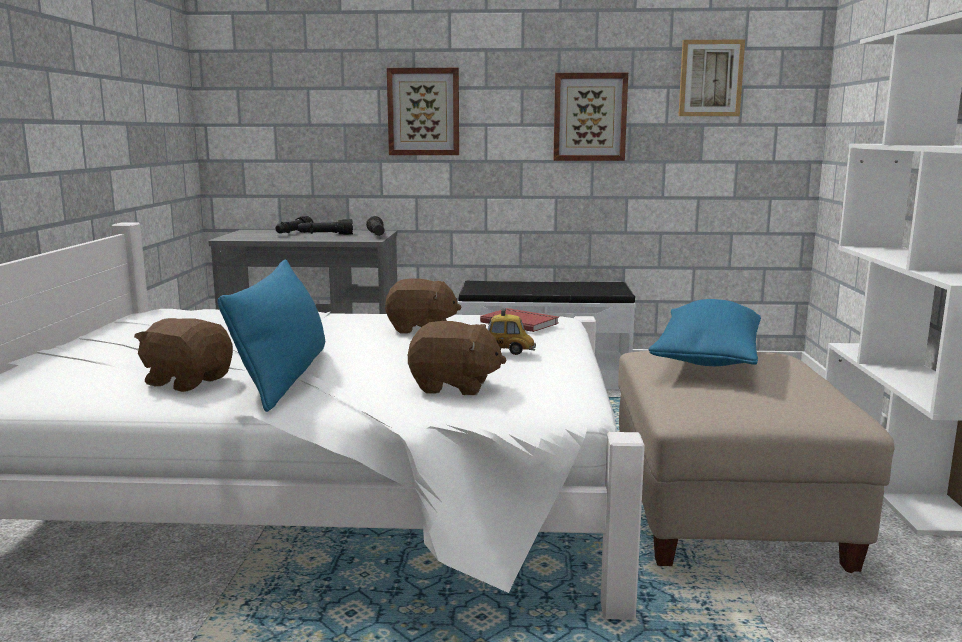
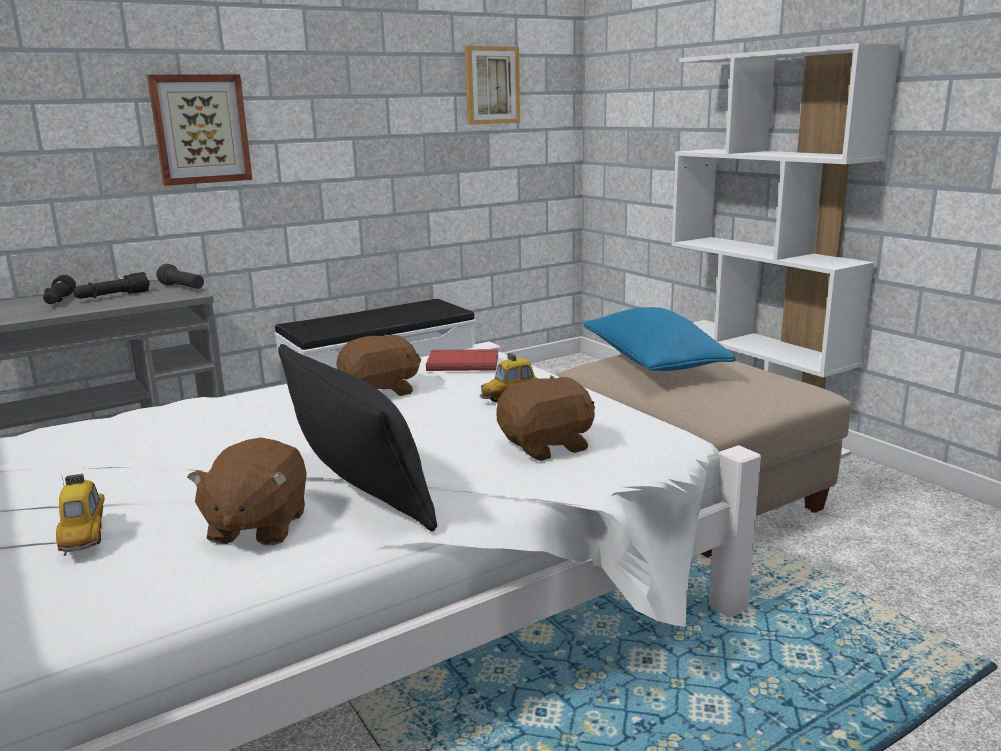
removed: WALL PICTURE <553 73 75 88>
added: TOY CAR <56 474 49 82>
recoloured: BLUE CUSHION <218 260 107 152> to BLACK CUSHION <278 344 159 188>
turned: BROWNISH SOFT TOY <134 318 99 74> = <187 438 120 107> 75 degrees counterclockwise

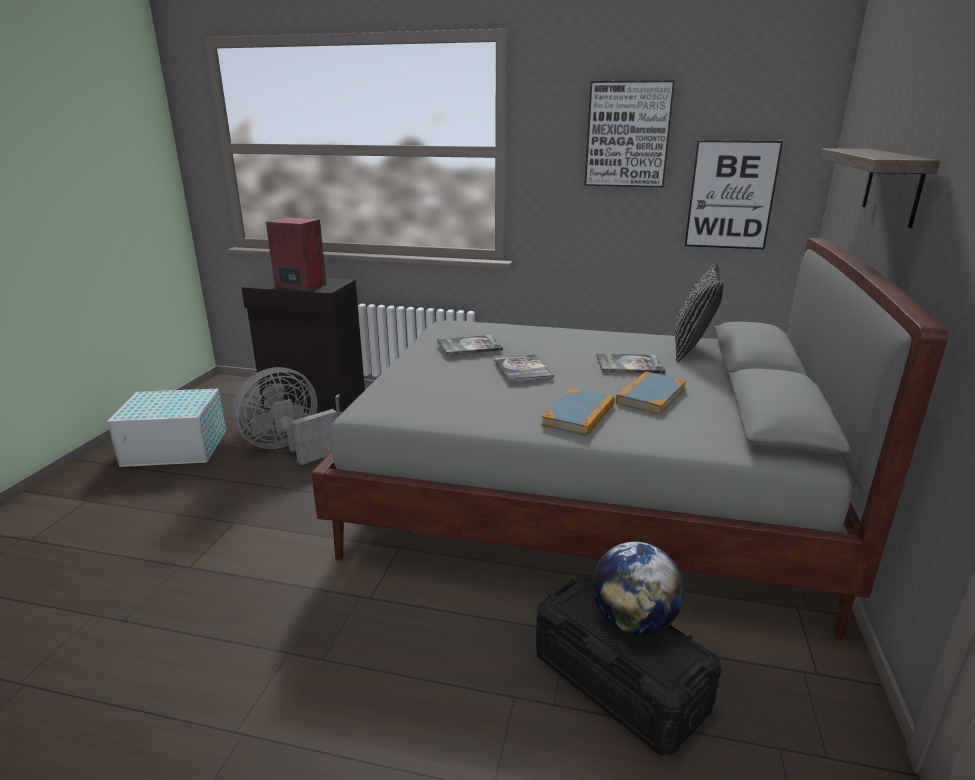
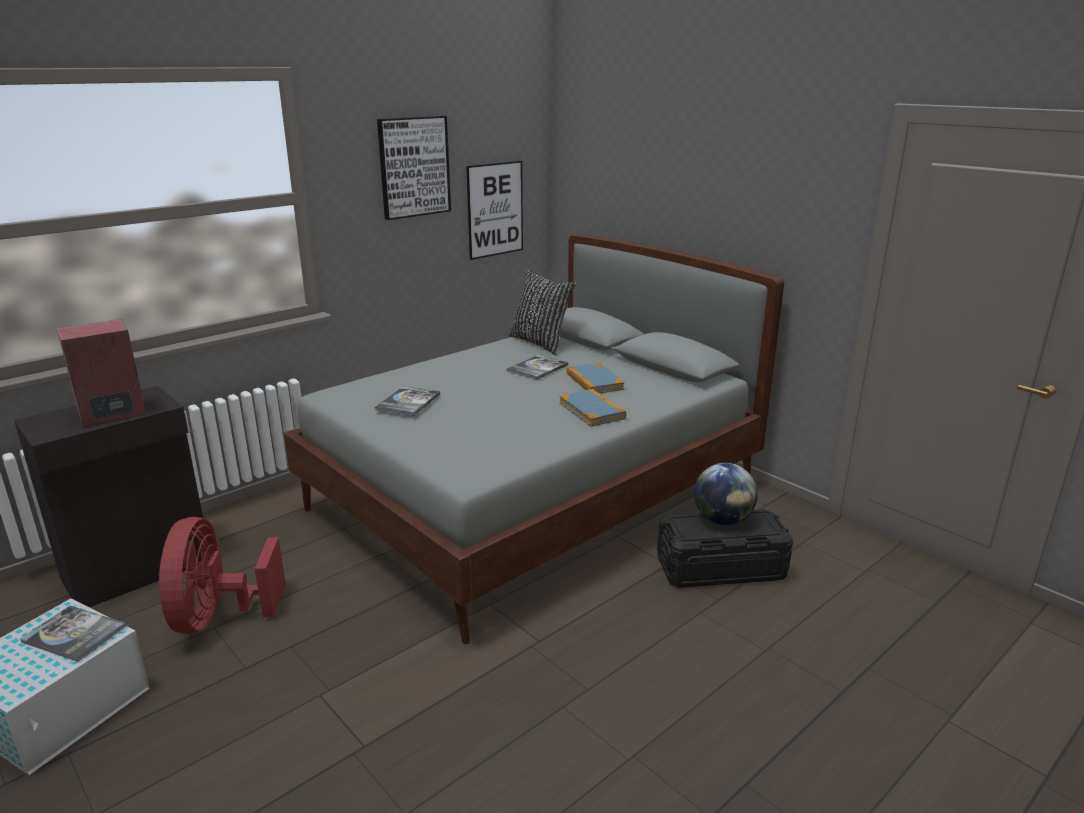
removed: WALL SHELF <820 148 120 80>
moved: BOUND BOOK <494 355 60 27> to <20 606 106 56>
recoloured: GRAY COOLING FAN <232 367 105 98> to RED COOLING FAN <158 517 128 117>

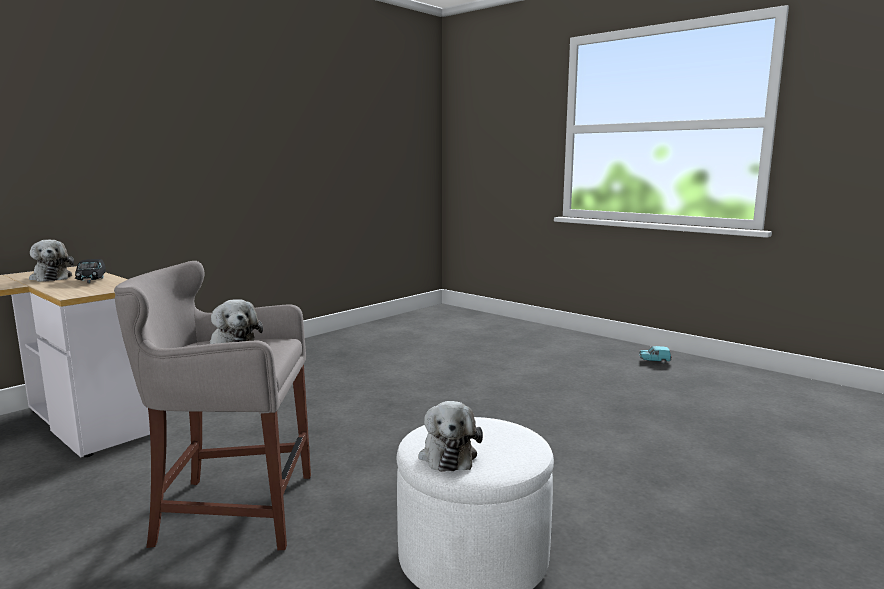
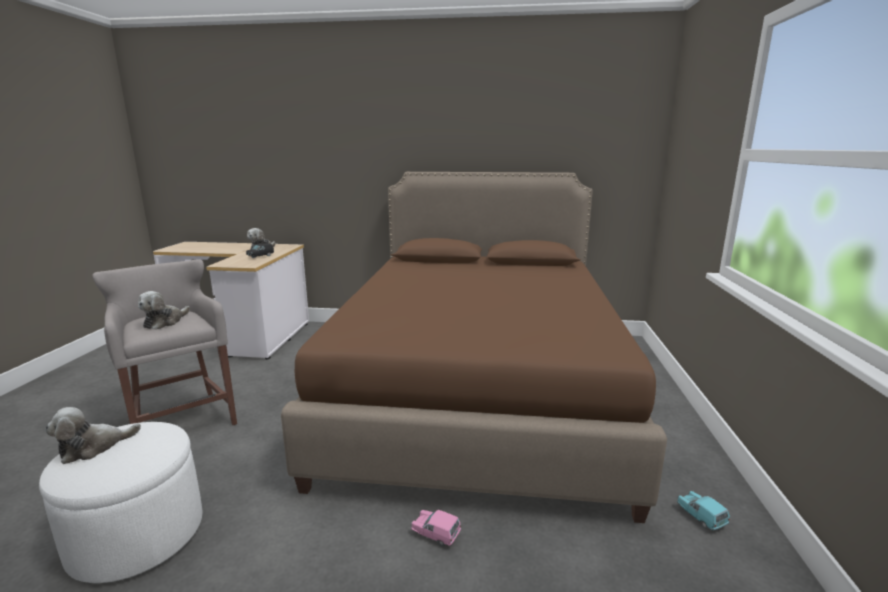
added: BROWNISH SLEEPING BED <281 172 386 351>; PINK TOY CAR <411 510 50 36>

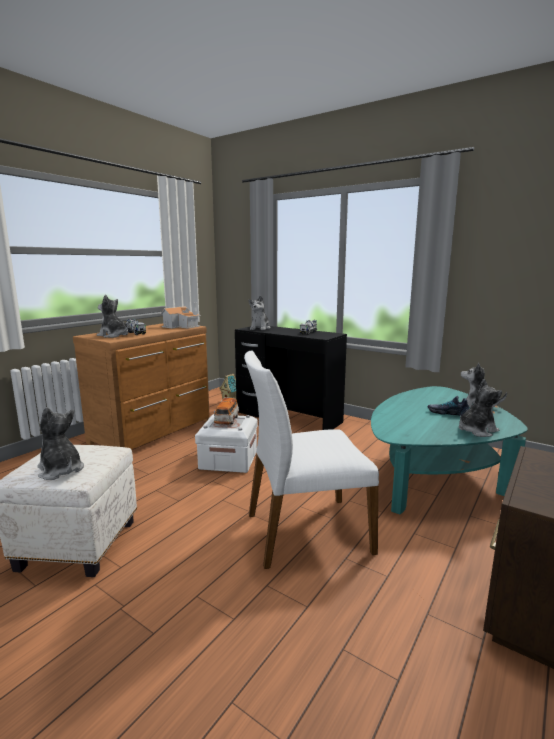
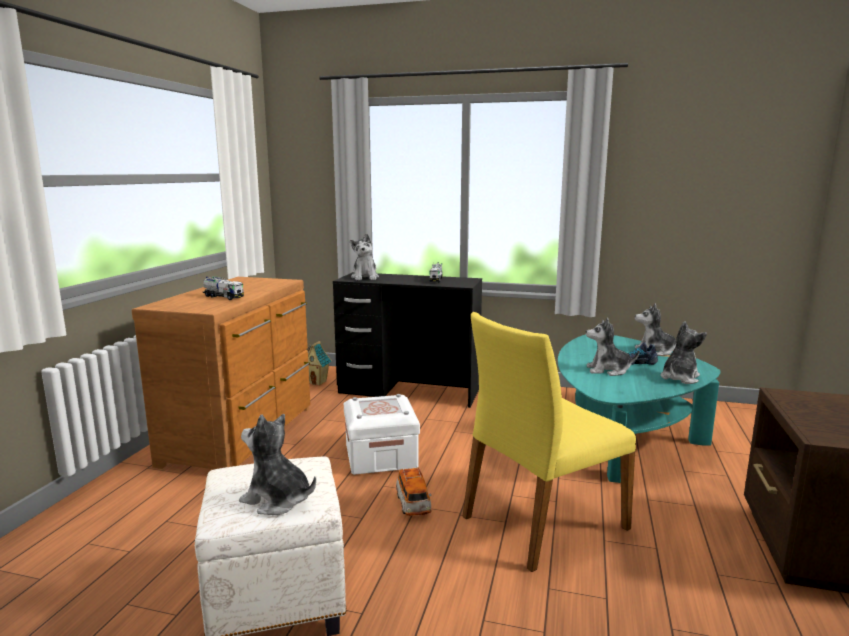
removed: TOY HOUSE <159 303 42 26>
moved: SOFT TOY <97 295 32 43> to <586 318 54 58>; TOY CAR <214 397 25 28> to <396 467 36 49>
recoloured: WHITISH PLAIN CHAIR <244 351 135 218> to YELLOWISH PLAIN CHAIR <462 312 174 260>

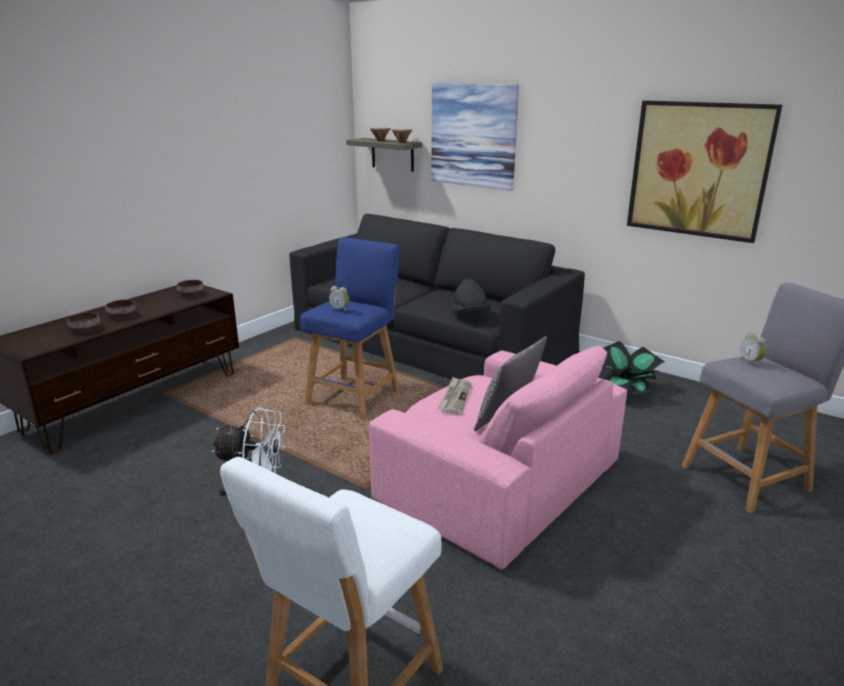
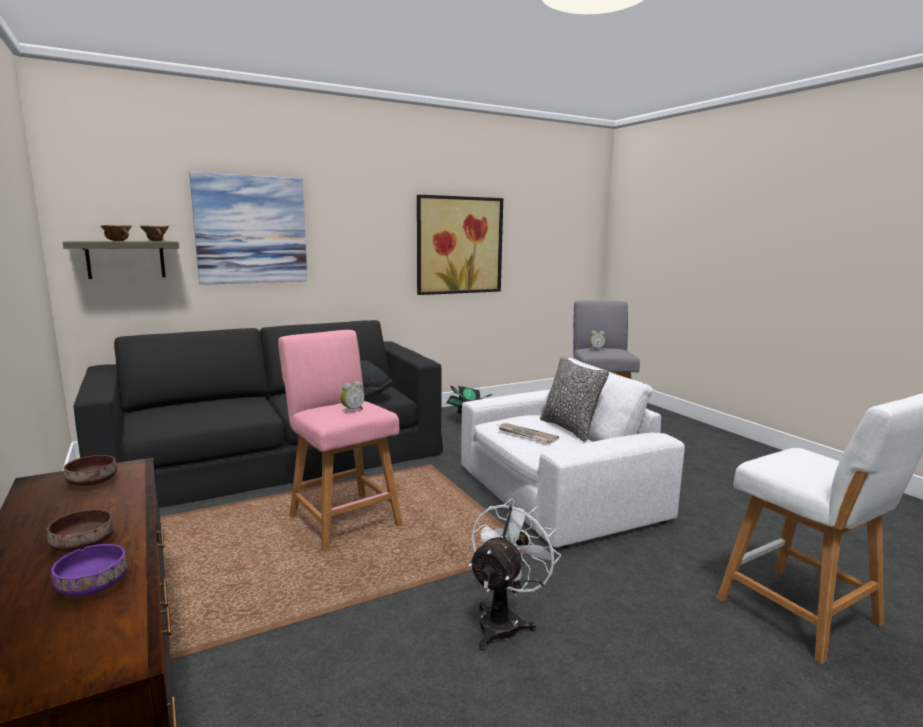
recoloured: BROWNISH BOWL <67 312 33 20> to PURPLISH BOWL <51 544 76 53>; BLUE SITTING STOOL <300 238 100 182> to PINK SITTING STOOL <278 330 125 222>; PINK EASY CHAIR <369 346 258 223> to WHITISH EASY CHAIR <461 358 224 190>

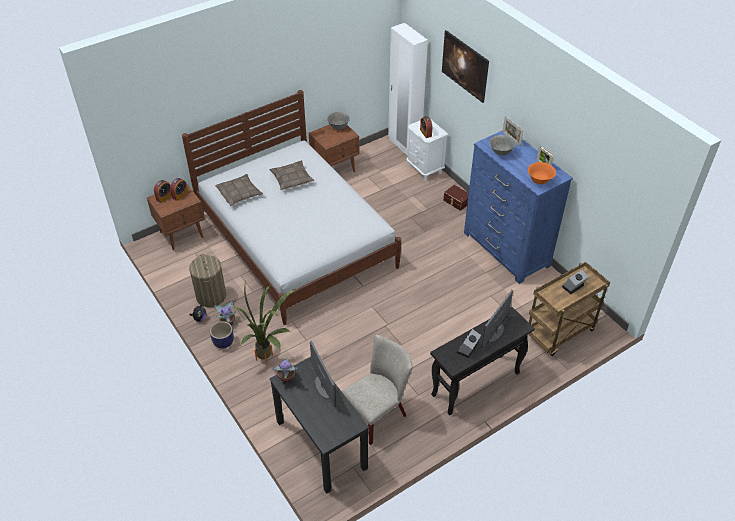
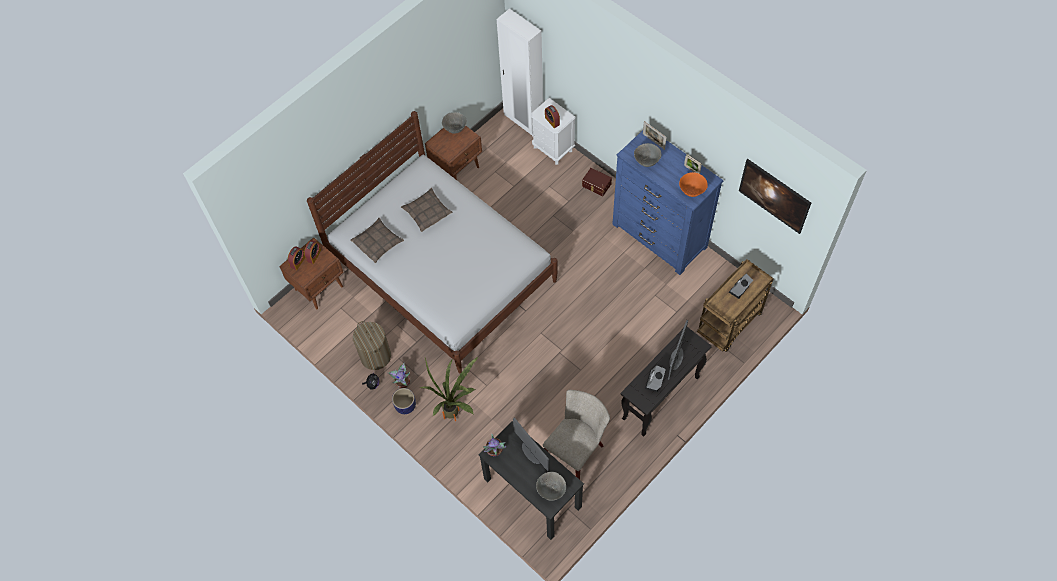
added: GRAY BOWL <536 472 30 28>
moved: WALL PICTURE <442 30 47 73> to <739 159 72 75>

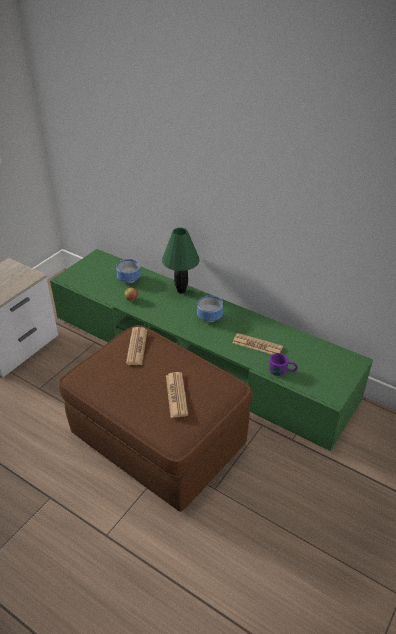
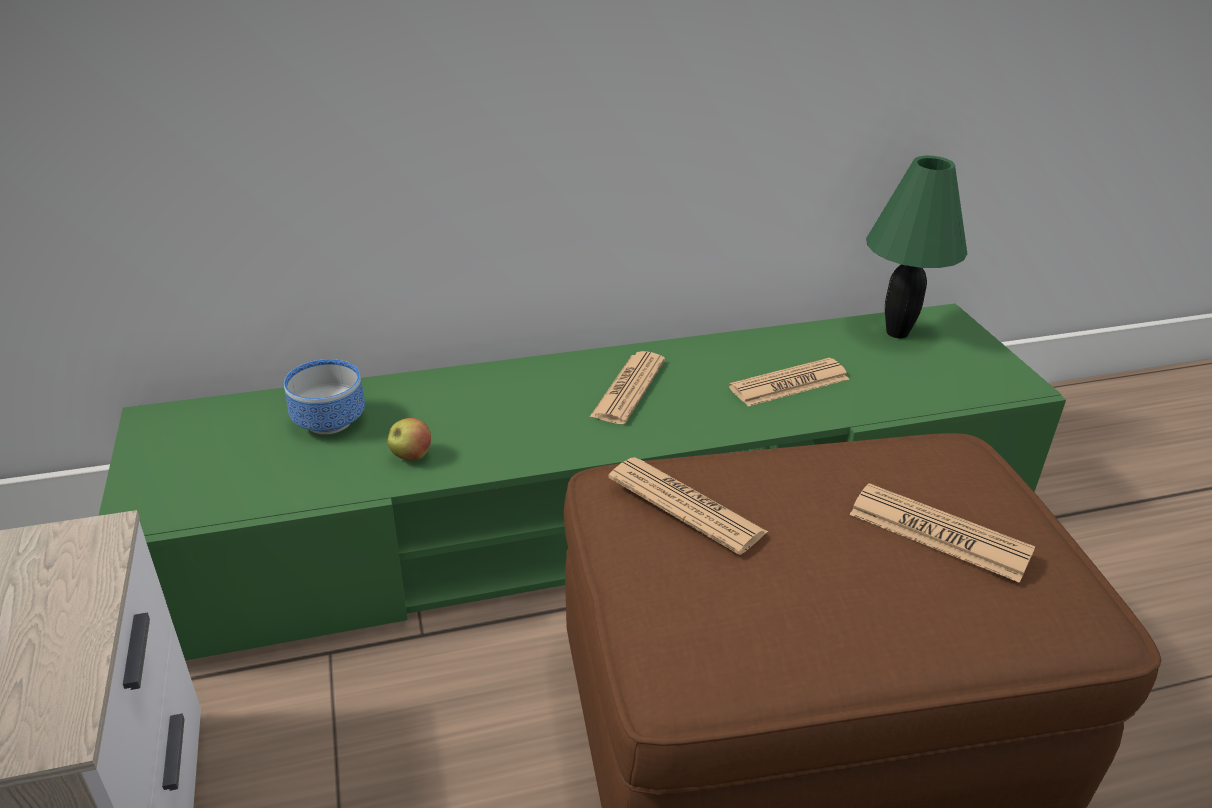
removed: PURPLISH MUG <269 353 29 23>
moved: GREEN-COLOURED LAMP FOR A TABLE <162 228 37 66> to <866 156 101 182>
replaced: BOWL <197 295 26 27> to DAILY PAPER <590 351 75 73>

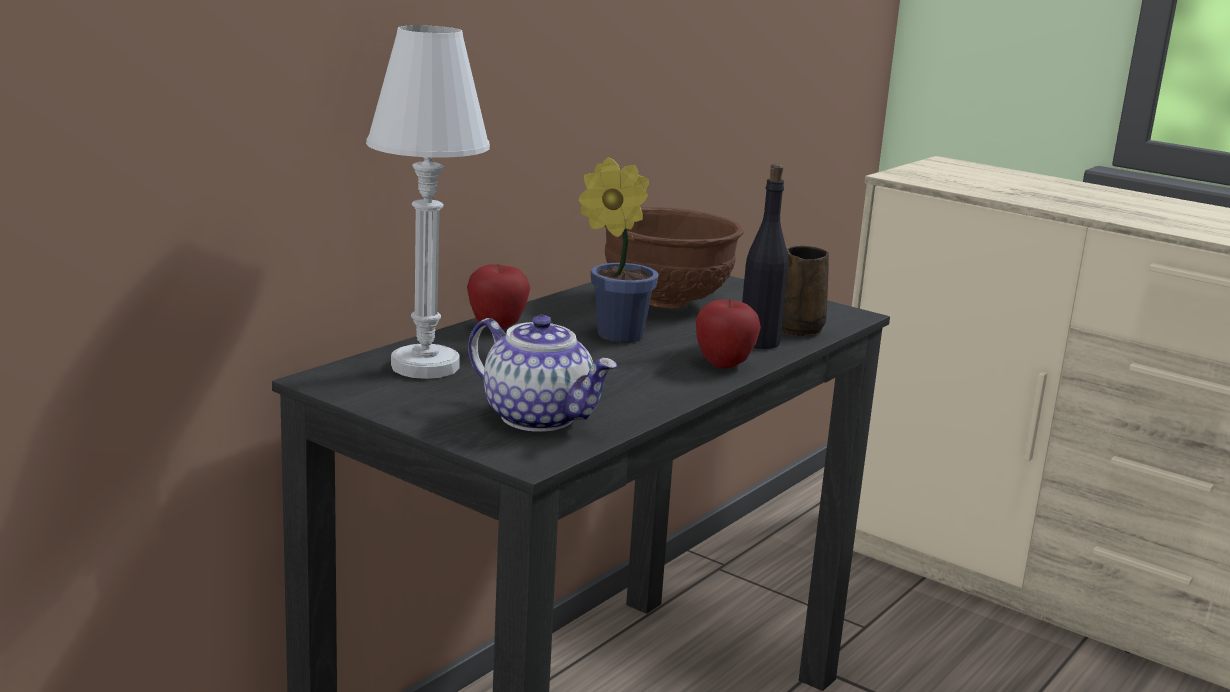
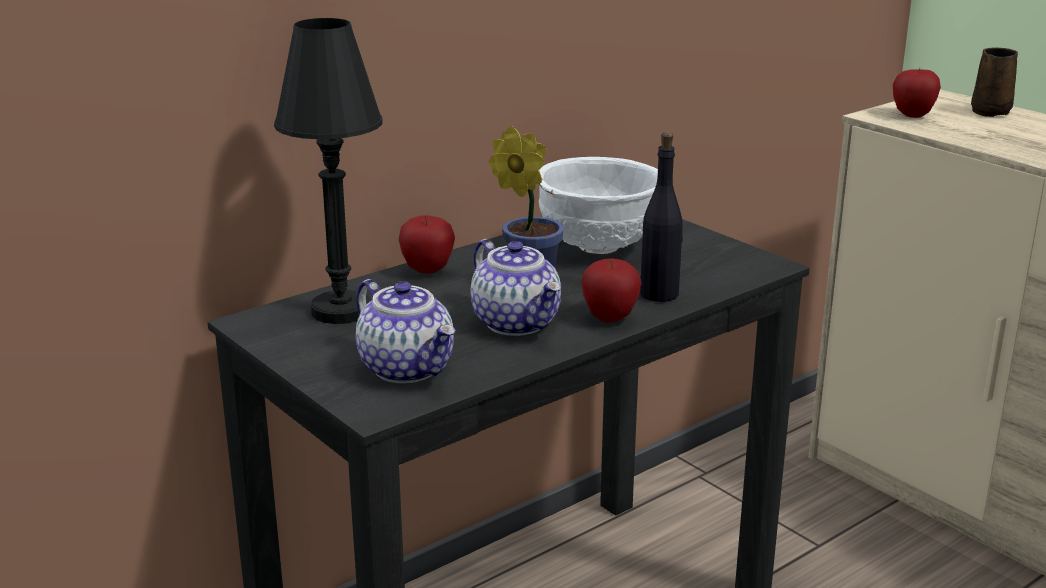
added: TEA POT <471 239 90 97>; APPLE FRUIT <893 68 48 50>
moved: BROWNISH MUG <781 245 48 91> to <971 47 47 70>
recoloured: WHITISH LAMP FOR A TABLE <366 25 124 354> to BLACK LAMP FOR A TABLE <274 18 109 306>; BROWNISH BOWL <605 207 139 101> to WHITISH BOWL <538 157 120 97>

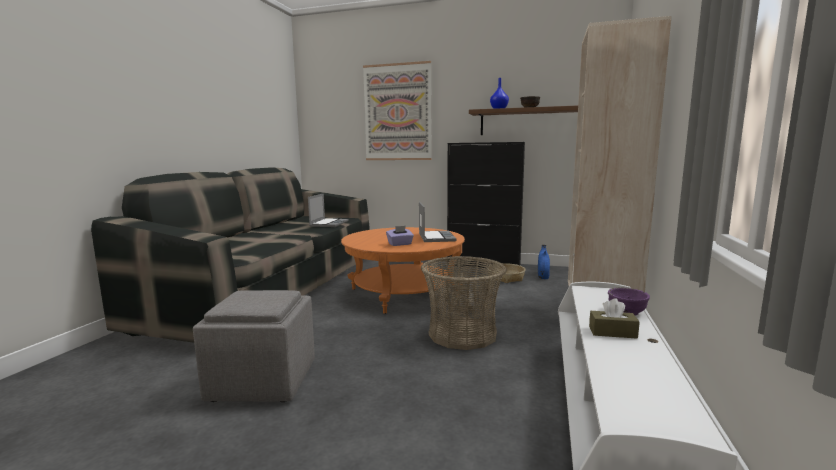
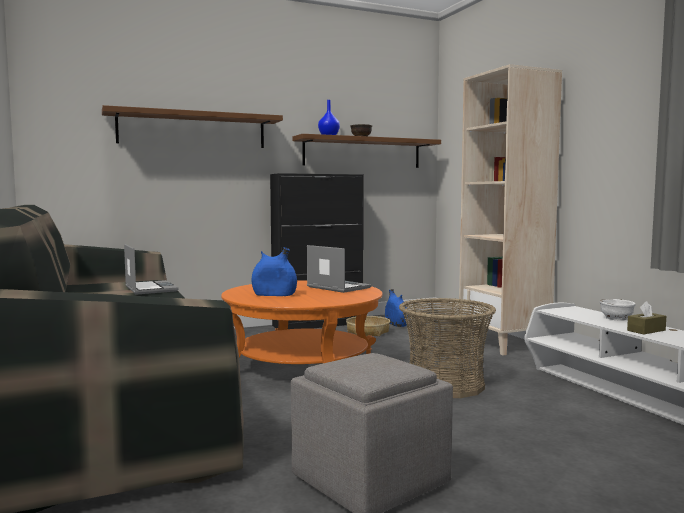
removed: PURPLISH BOX OF TISSUES <386 226 28 20>
added: BLUE VASE <252 247 45 49>
replaced: WALL PICTURE <363 61 69 99> to BROWNISH WALL SHELF <102 105 181 43>
recoloured: PURPLISH BOWL <608 288 42 28> to WHITISH BOWL <600 299 36 22>

